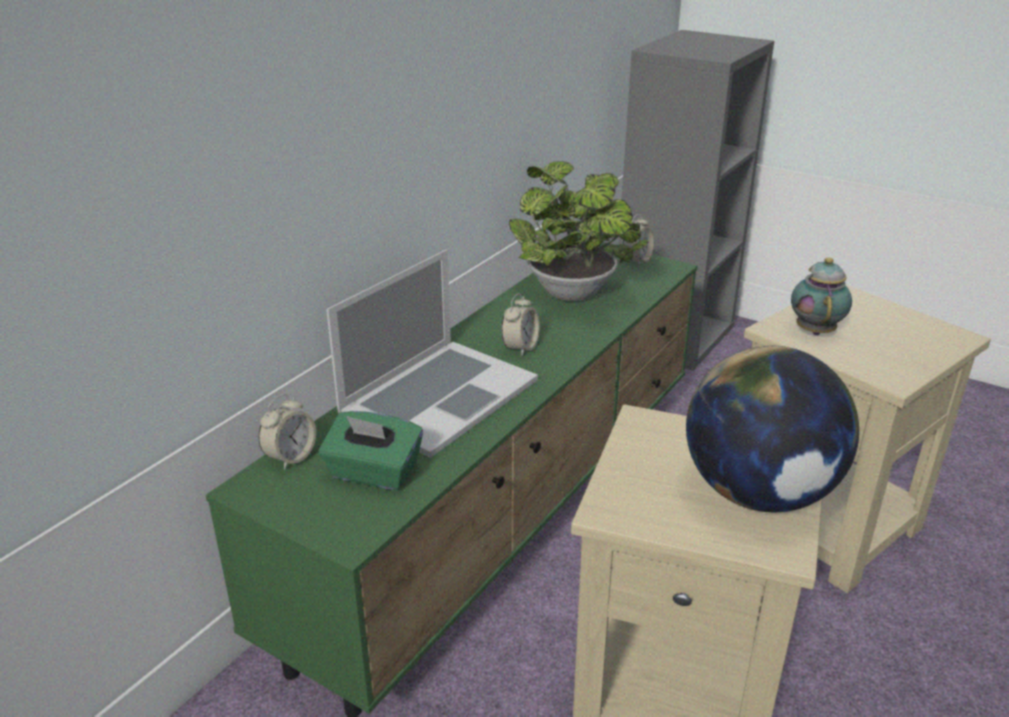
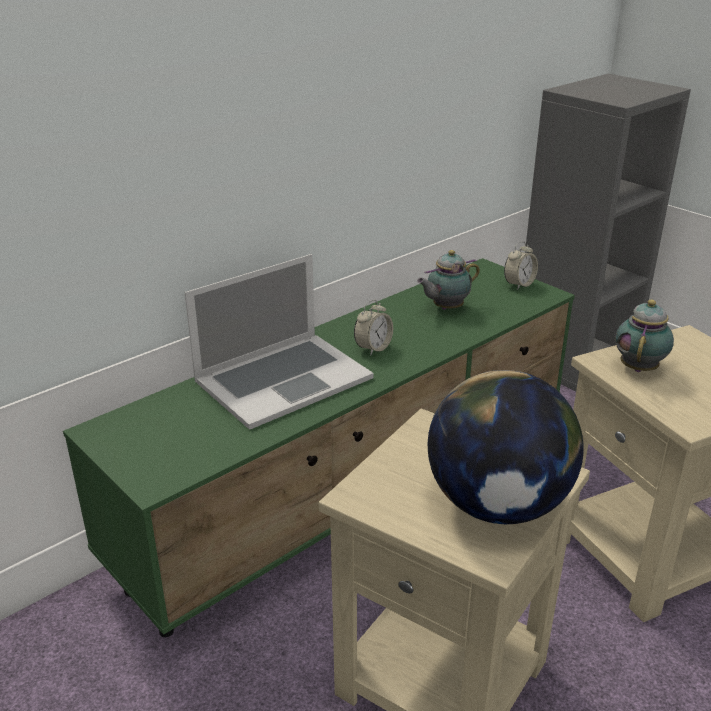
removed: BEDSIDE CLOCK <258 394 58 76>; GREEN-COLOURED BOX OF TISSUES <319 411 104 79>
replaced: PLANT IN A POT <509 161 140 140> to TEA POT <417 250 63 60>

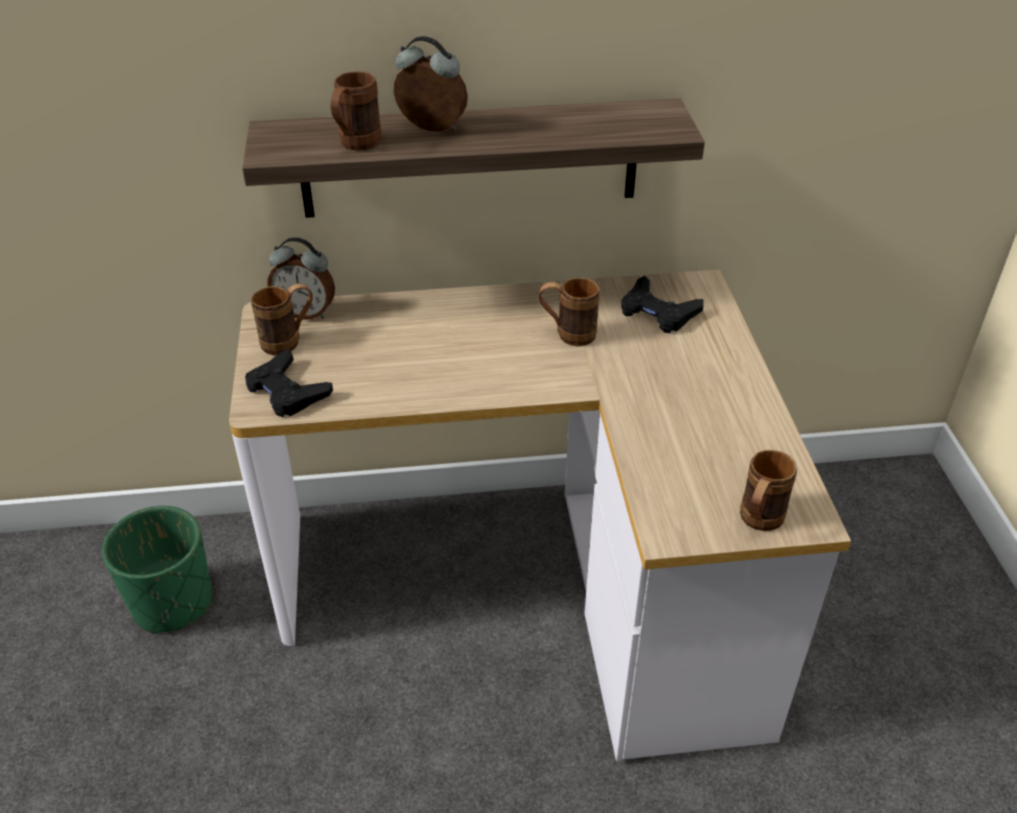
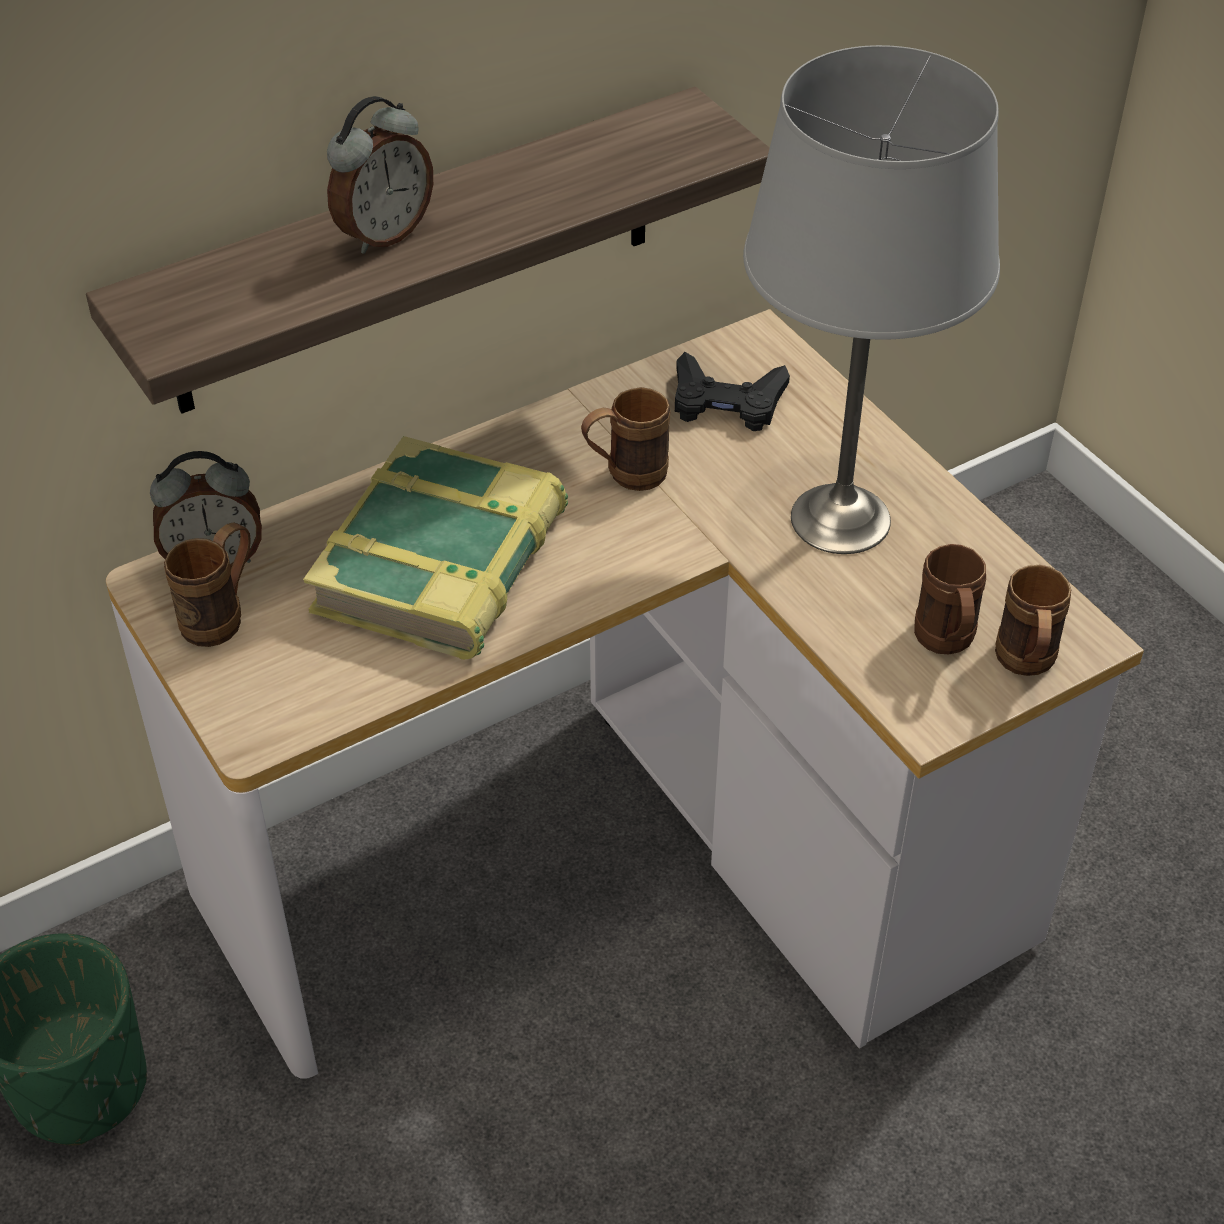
removed: BLACK GAMEPAD <245 349 88 68>
added: BOUND BOOK <303 436 265 224>; GRAY LAMP FOR A TABLE <743 45 257 509>
moved: BROWNISH MUG <331 72 51 78> to <914 544 72 110>
turned: BEDSIDE CLOCK <394 36 74 96> = <327 96 106 158> 135 degrees clockwise

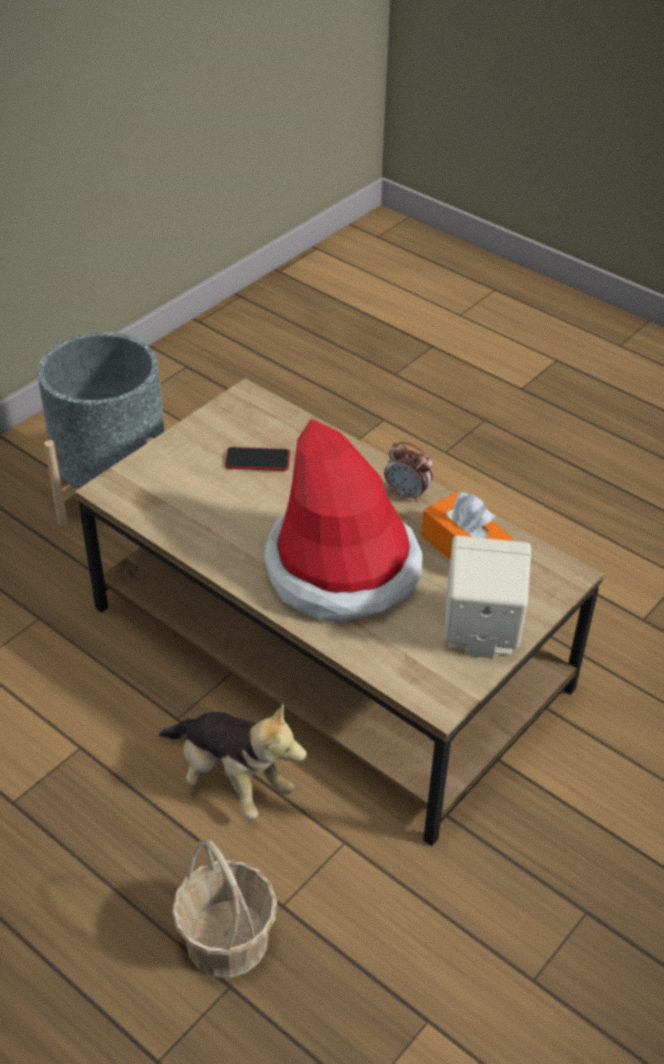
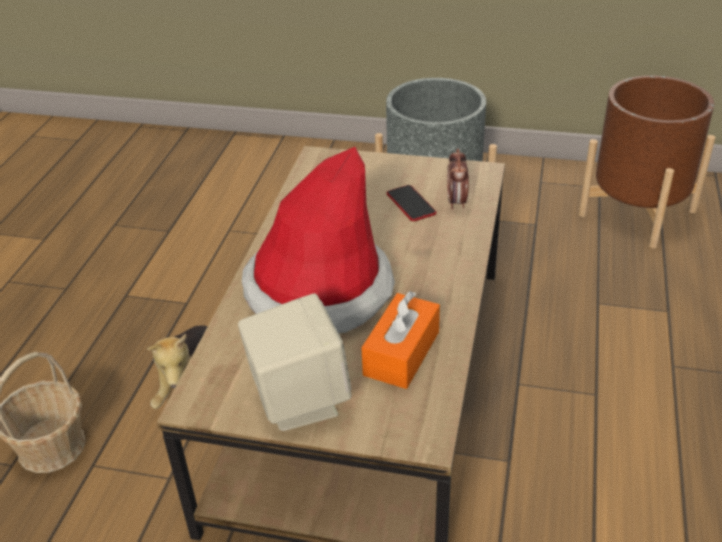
added: BROWNISH PLANTER <578 75 138 174>
moved: BEDSIDE CLOCK <384 442 49 60> to <447 149 22 61>

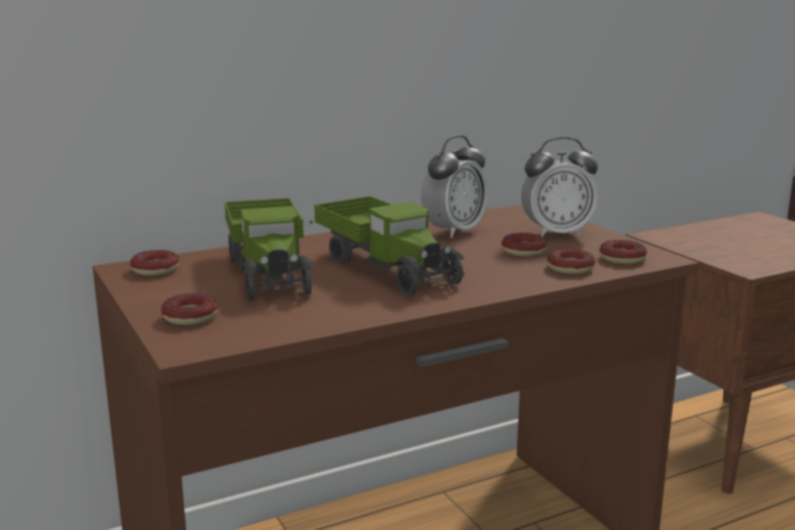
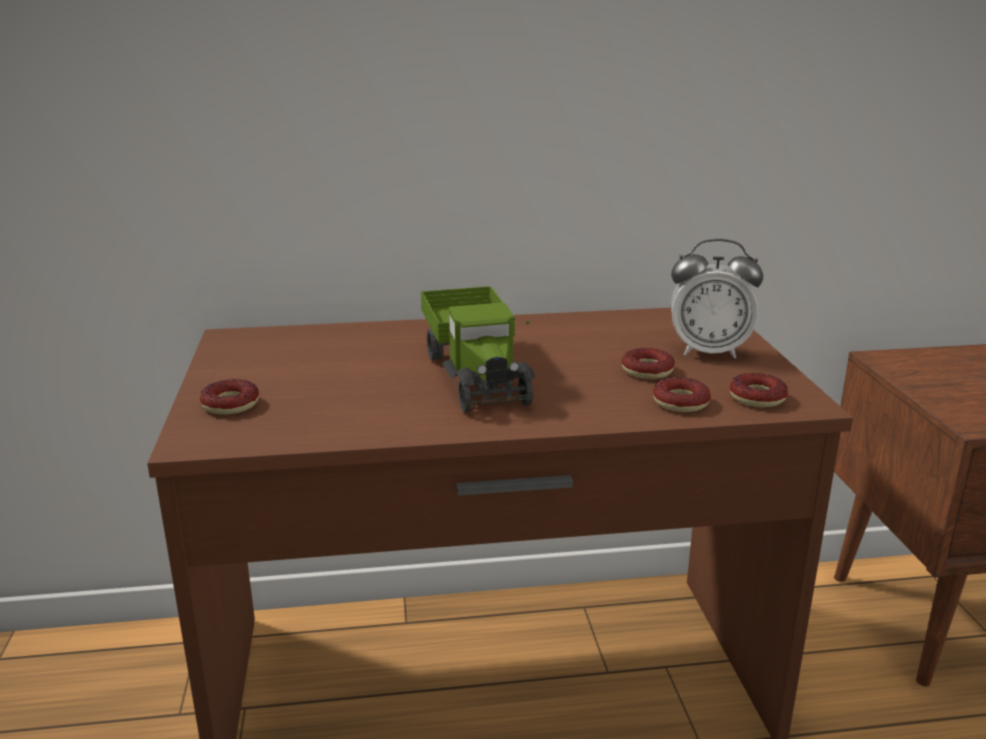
removed: RING DOUGHNUT <130 250 50 26>; TOY LORRY <225 198 88 102>; BEDSIDE CLOCK <421 135 67 103>

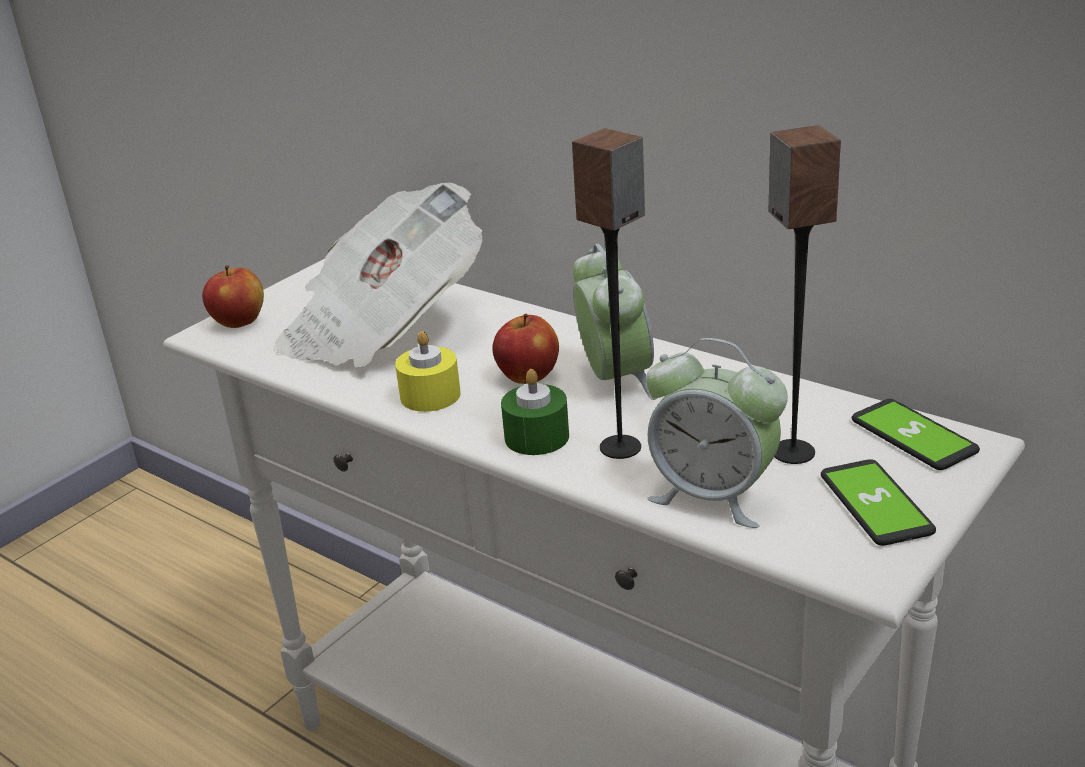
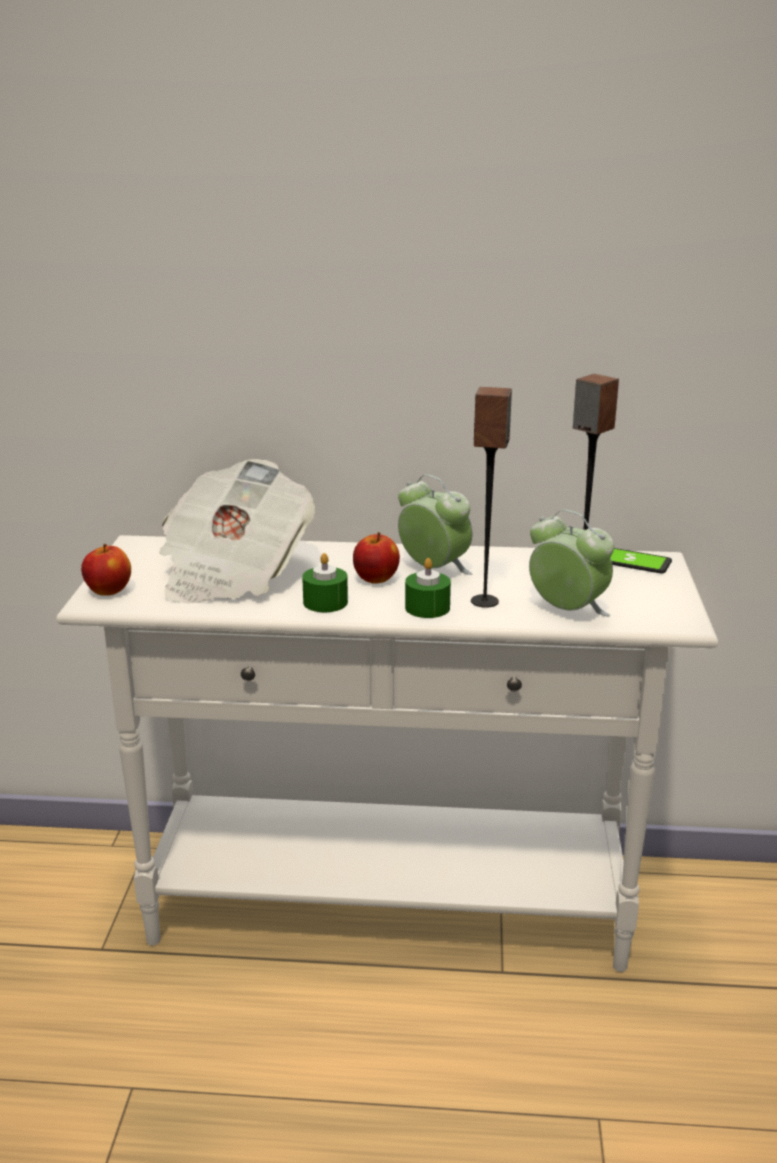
removed: TELEPHONE <821 459 115 87>
recoloured: YELLOWISH WAX CANDLE <395 331 66 81> to GREEN-COLOURED WAX CANDLE <302 553 46 59>
turned: BEDSIDE CLOCK <646 338 142 190> = <529 509 85 107> 135 degrees counterclockwise

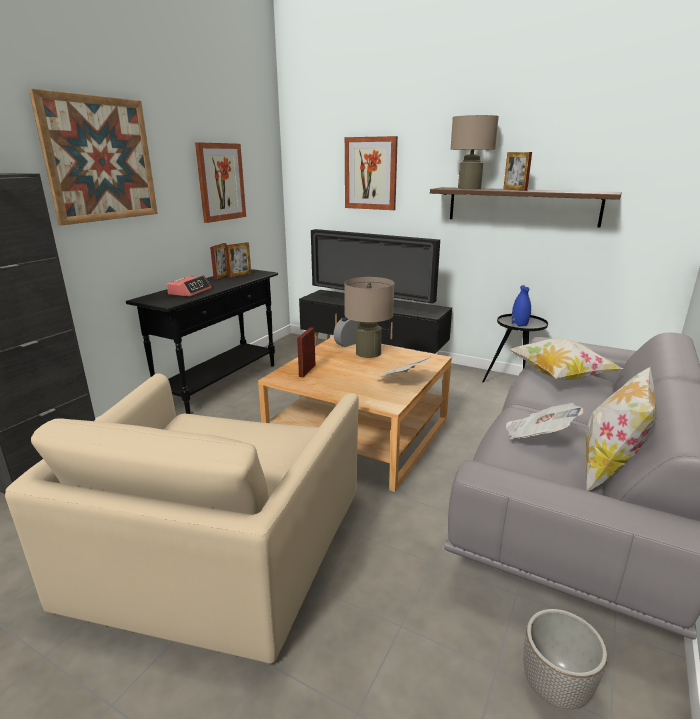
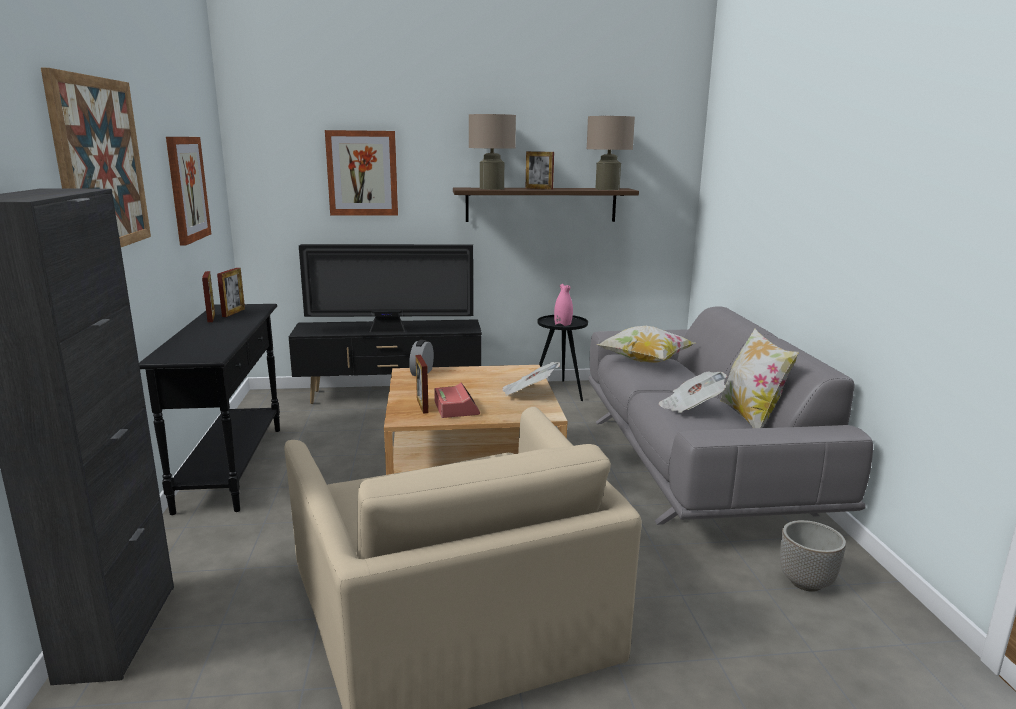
moved: BEDSIDE CLOCK <167 275 44 22> to <434 383 46 35>; BEIGE LAMP FOR A TABLE <344 277 50 81> to <587 116 48 74>
recoloured: BLUE VASE <512 285 19 41> to PINK VASE <554 284 19 42>

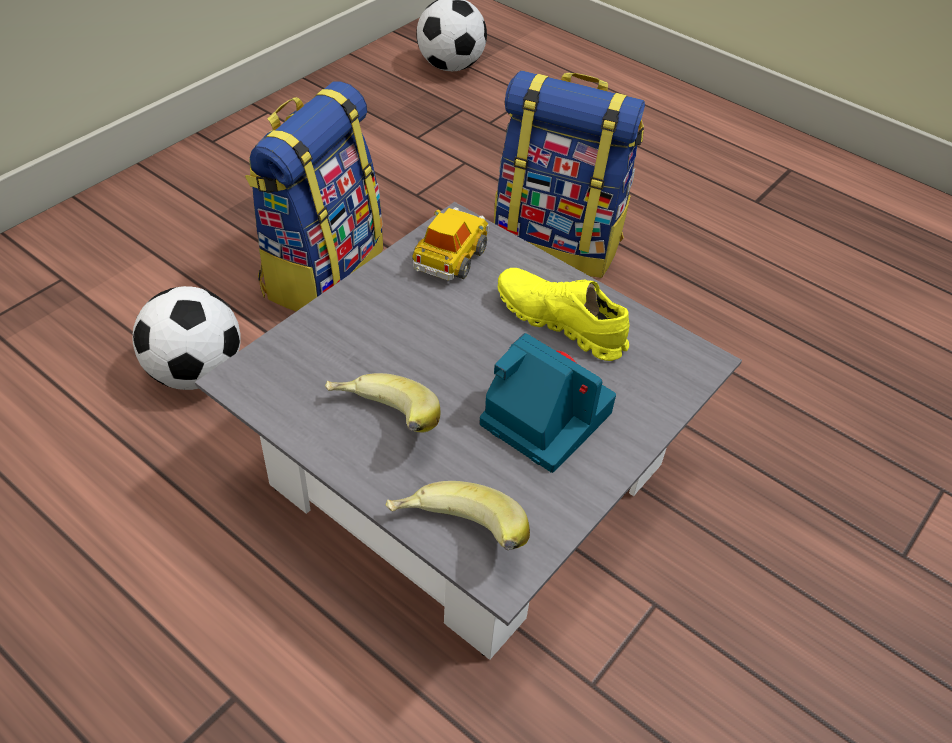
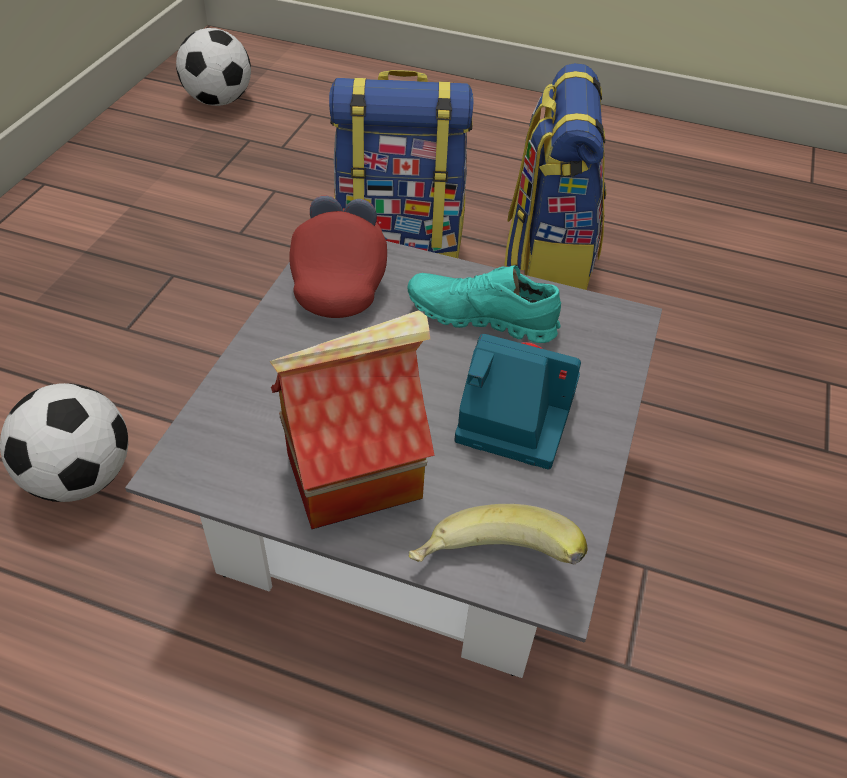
moved: RUCKSACK <245 82 138 229> to <504 63 102 227>
replaced: BANANA FRUIT <325 373 115 60> to TOY HOUSE <269 310 166 219>; TOY CAR <412 207 77 74> to RED PEAKED CAP <289 196 98 122>
recoloured: YELLOWISH LOW SHOE <498 268 132 93> to BLUE-GREEN LOW SHOE <407 265 154 78>

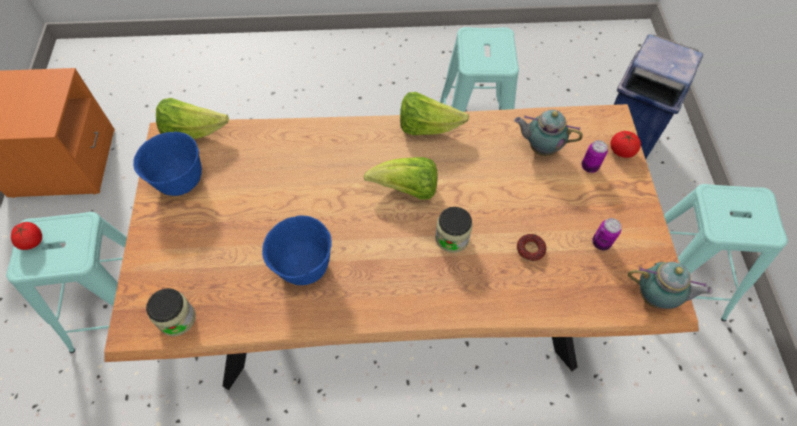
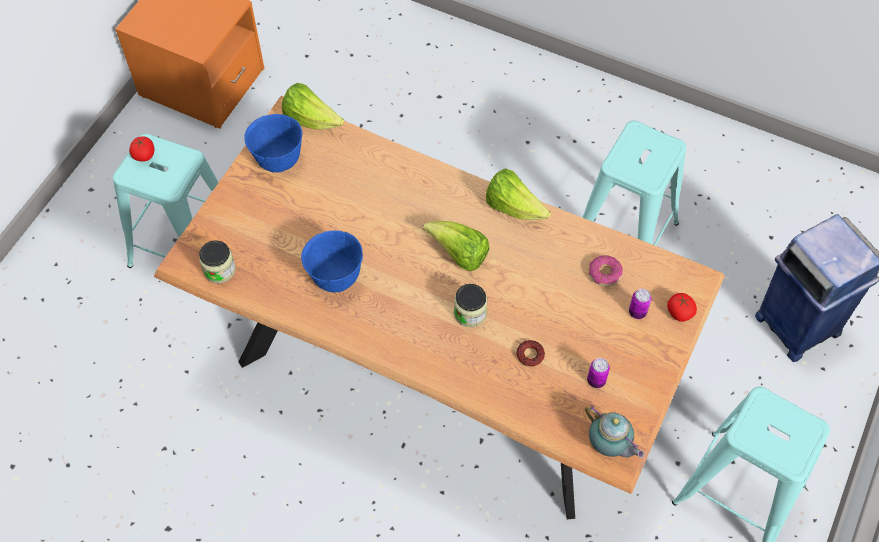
replaced: TEA POT <514 110 69 46> to RING DOUGHNUT <589 255 34 32>

